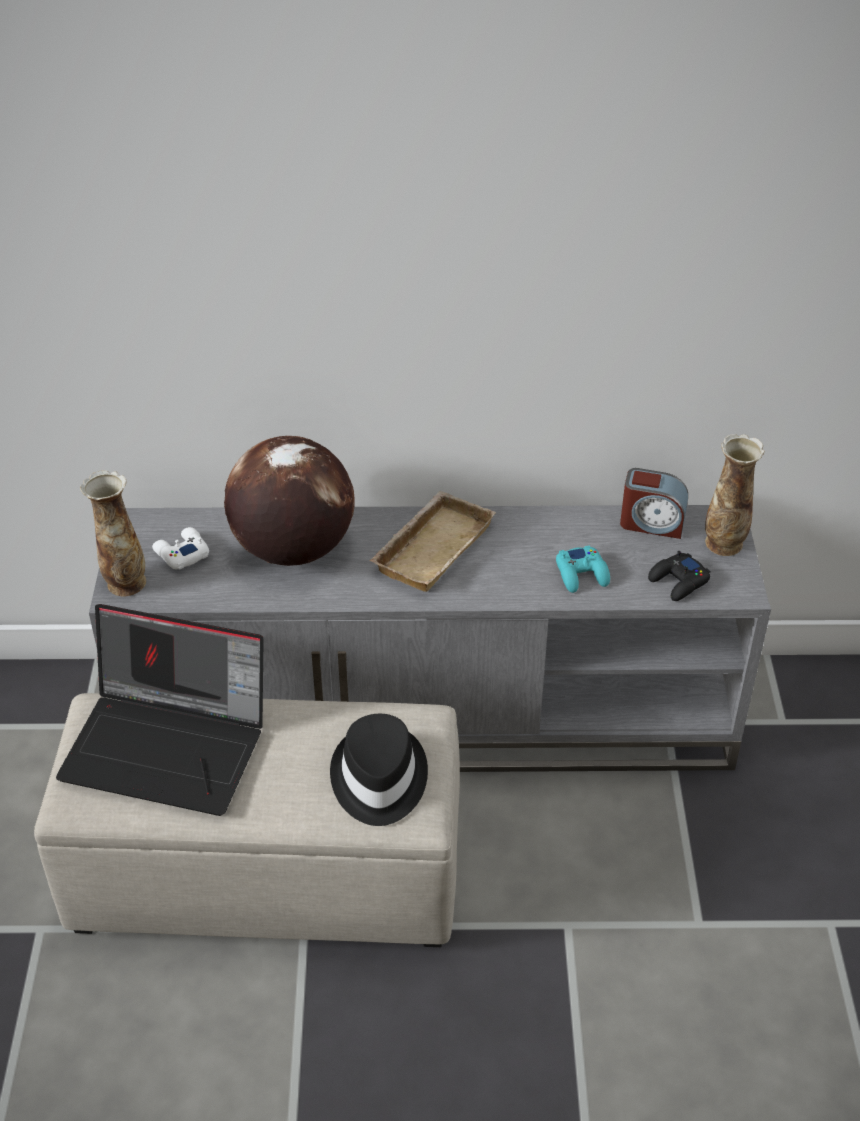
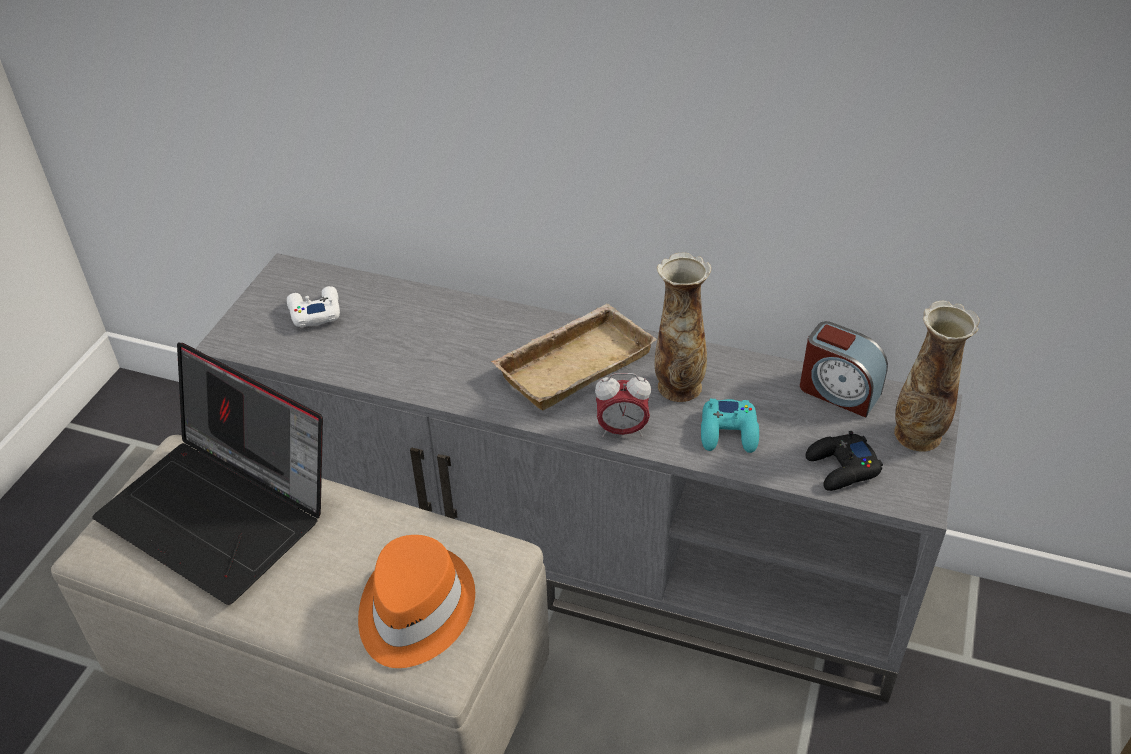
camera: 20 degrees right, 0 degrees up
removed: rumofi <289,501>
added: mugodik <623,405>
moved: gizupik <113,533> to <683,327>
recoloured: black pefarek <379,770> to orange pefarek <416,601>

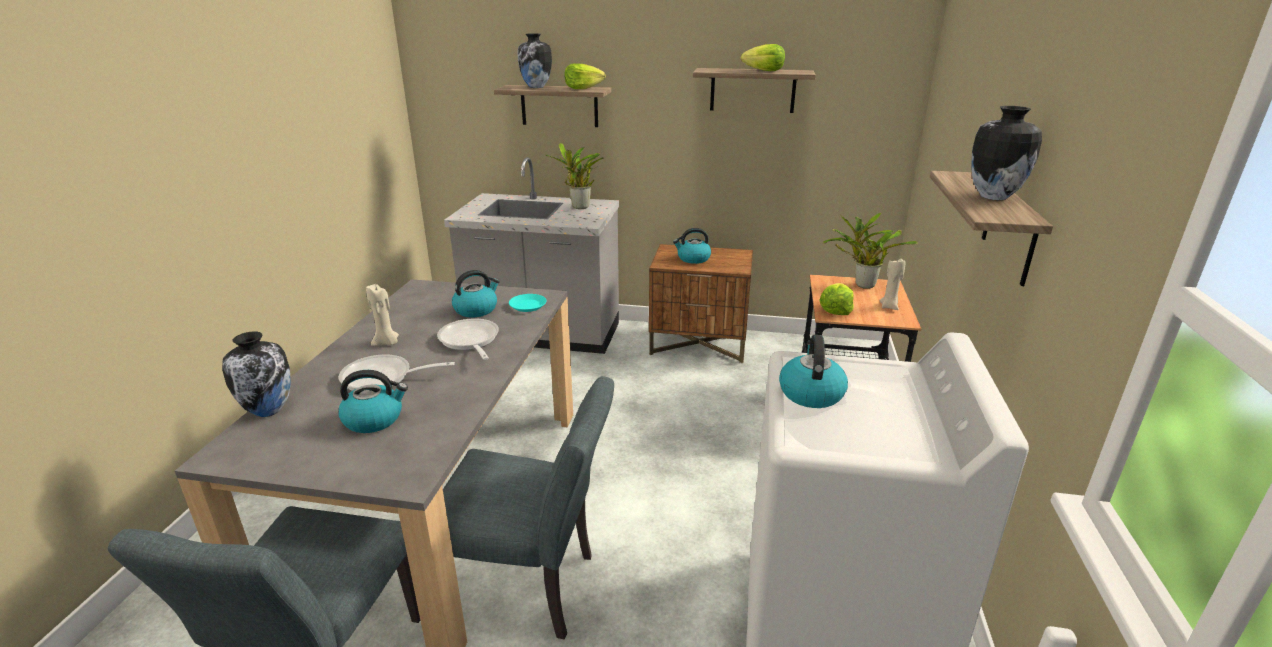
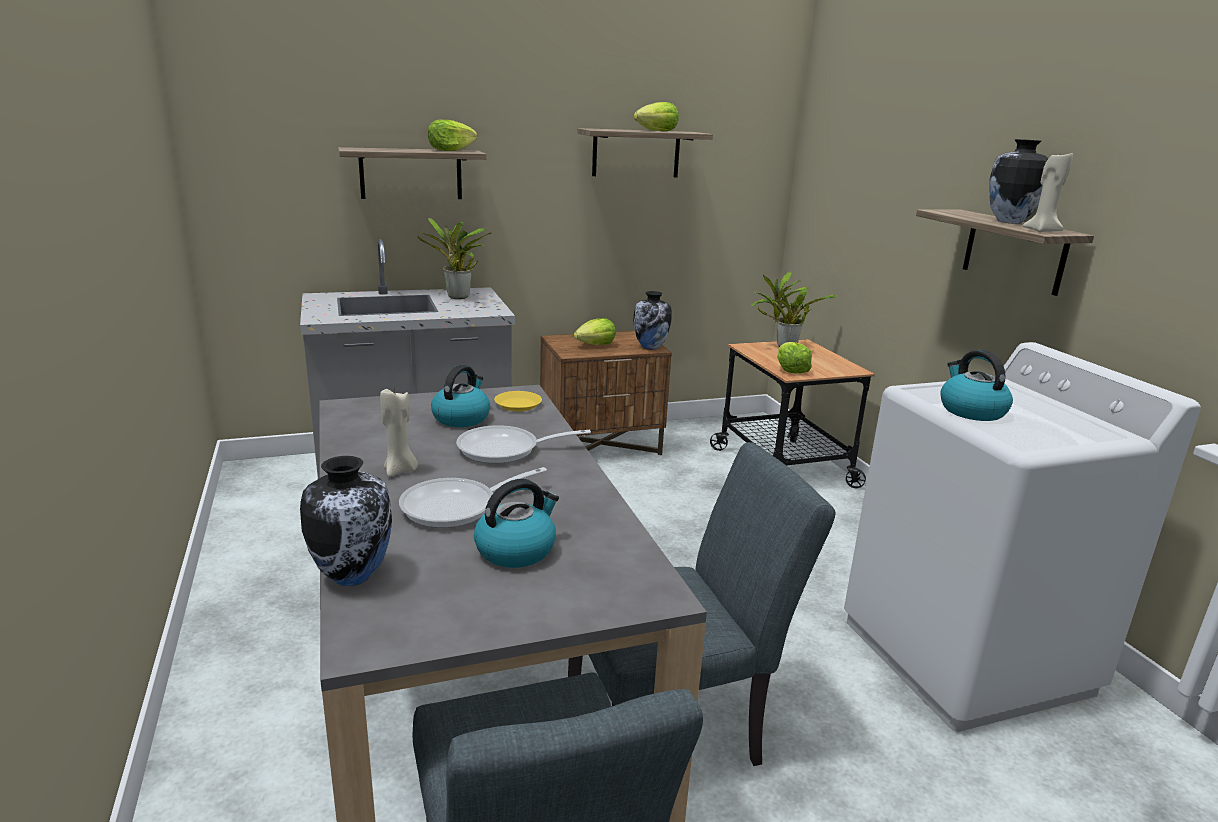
camera: 30 degrees left, 5 degrees down
moved: gizupik <534,60> to <652,320>; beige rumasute <892,284> to <1047,191>
replaced: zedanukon <692,246> to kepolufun <595,331>
recoloured: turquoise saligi <528,303> to yellow saligi <518,401>
turned: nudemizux <468,339> = <523,444> 45 degrees counterclockwise

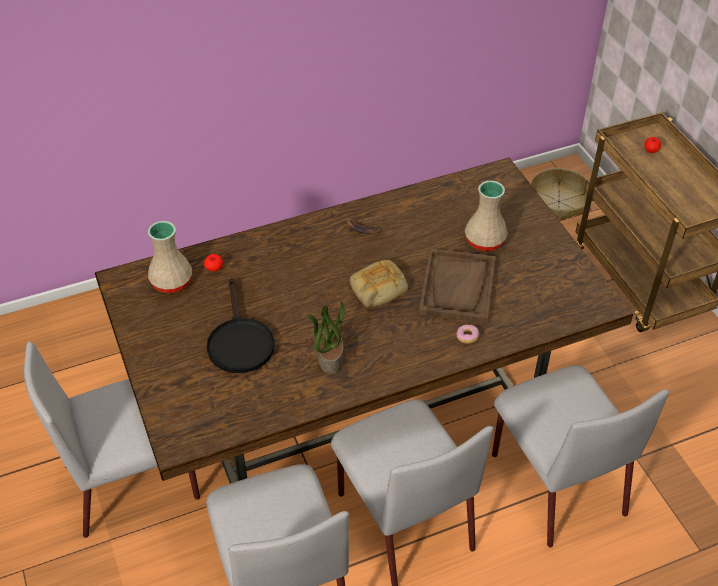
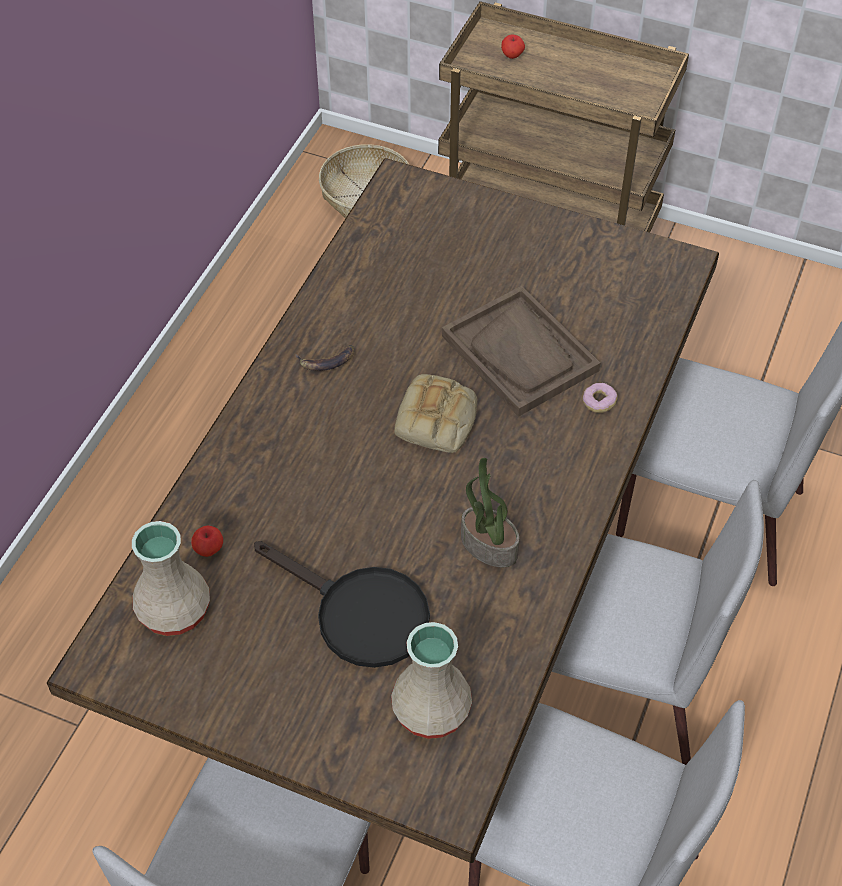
camera: 45 degrees left, 5 degrees up
moved: beige gizupik <486,216> to <431,680>

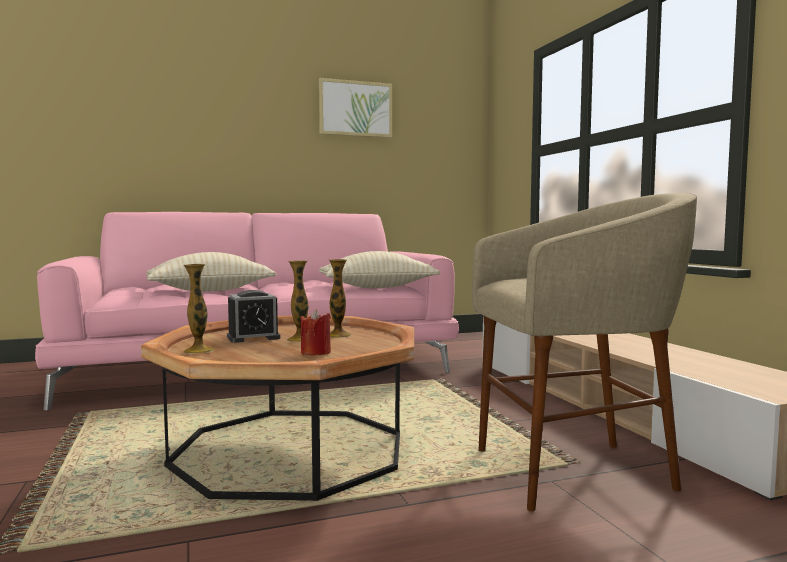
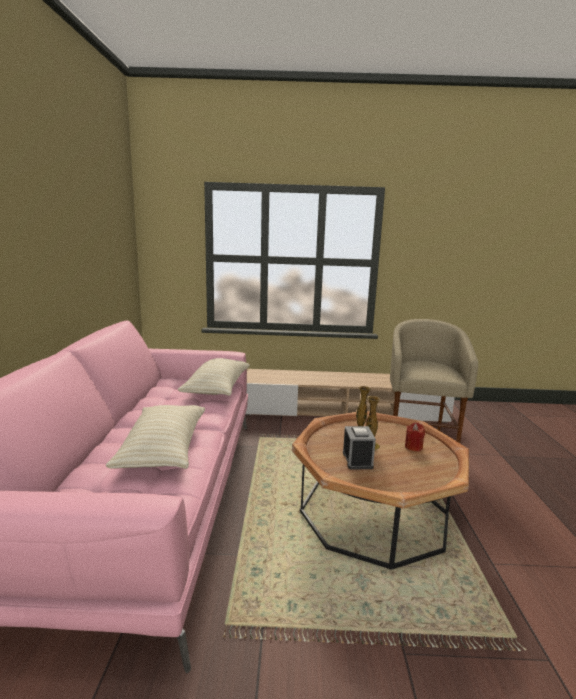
camera: 70 degrees left, 10 degrees up
removed: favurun <355,108>; gizupik <199,309>

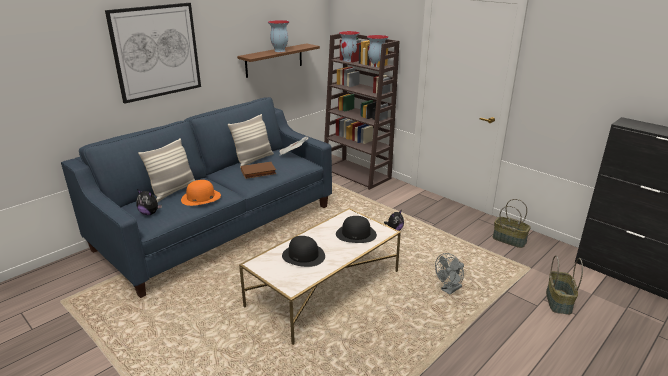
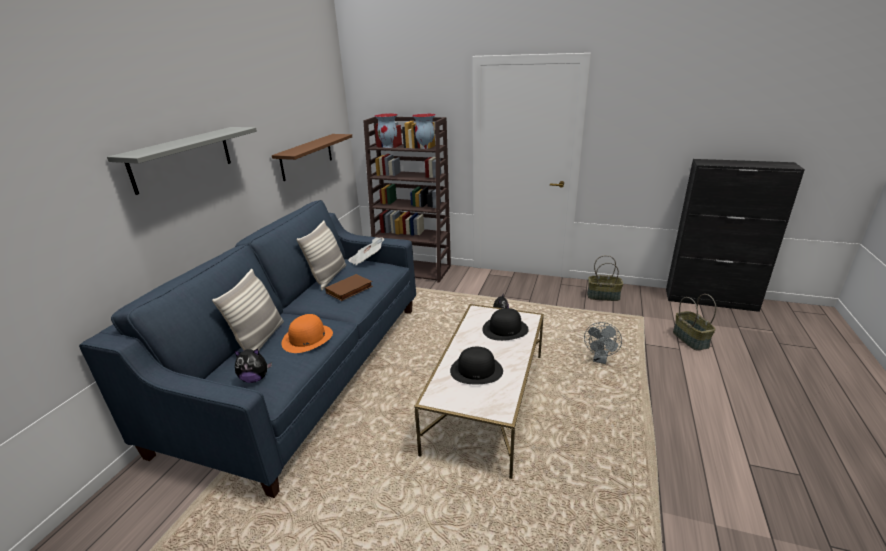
camera: 25 degrees left, 0 degrees up
removed: gizupik <278,36>
replaced: favurun <153,53> to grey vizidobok <182,161>

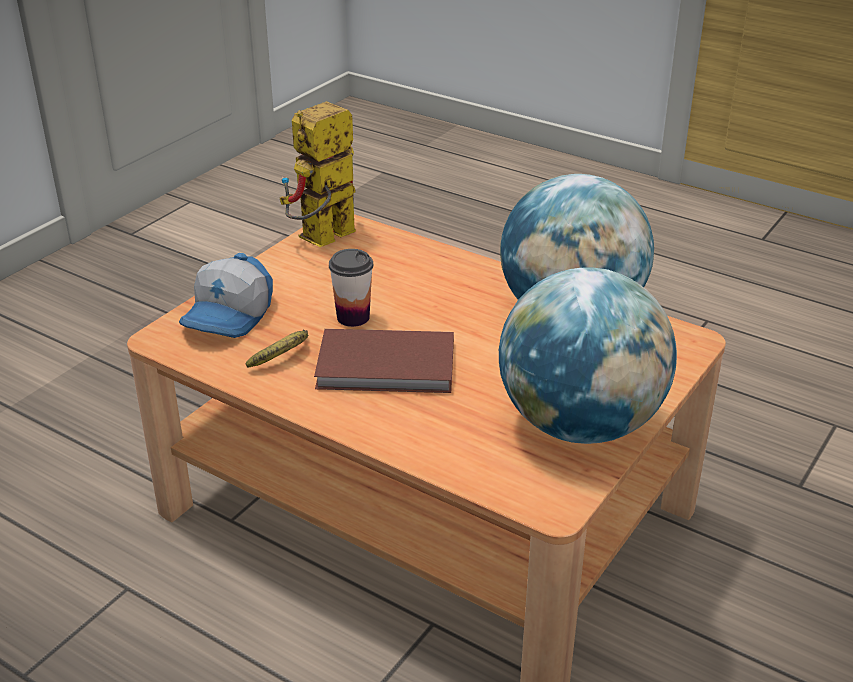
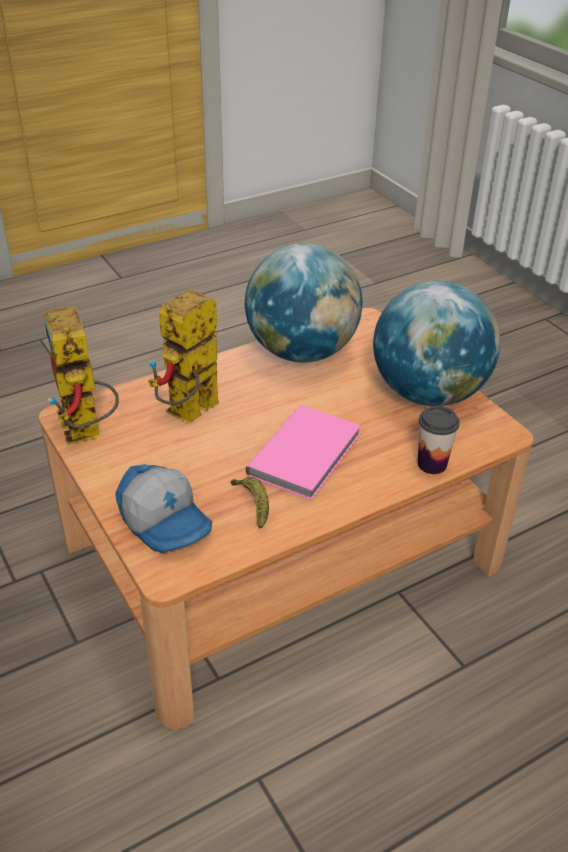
camera: 65 degrees left, 5 degrees up
added: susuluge <183,356>
moved: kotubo <351,288> to <439,440>
recoloured: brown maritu <384,361> to pink maritu <303,452>

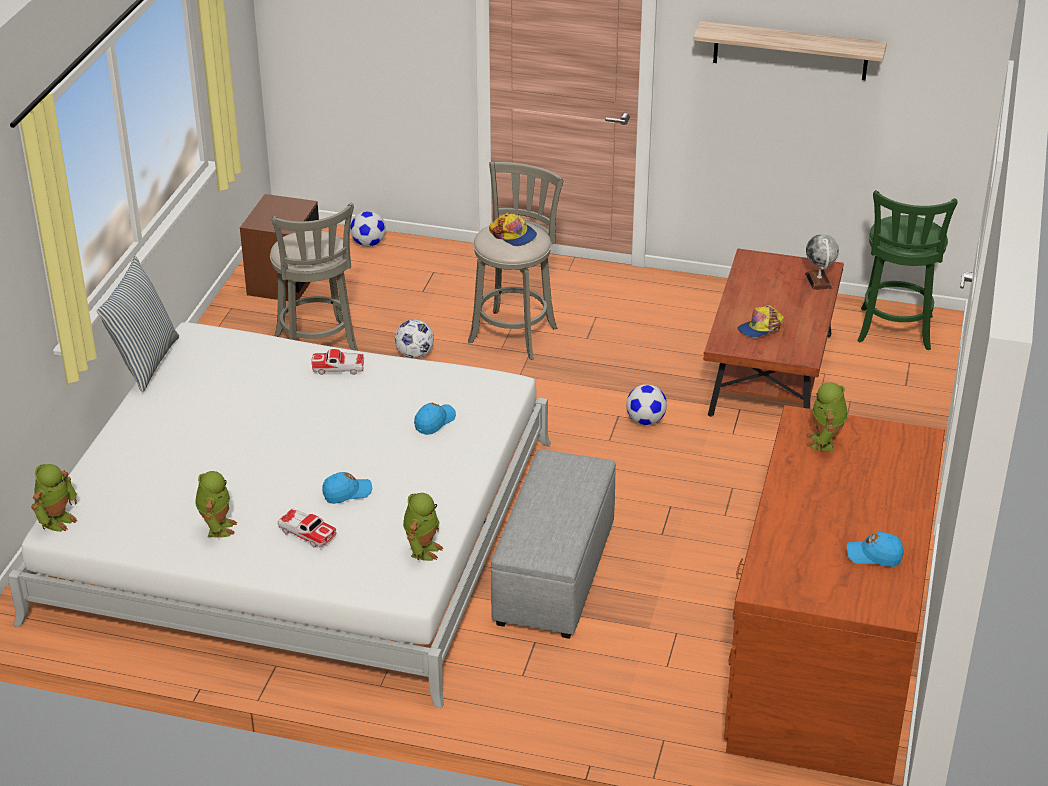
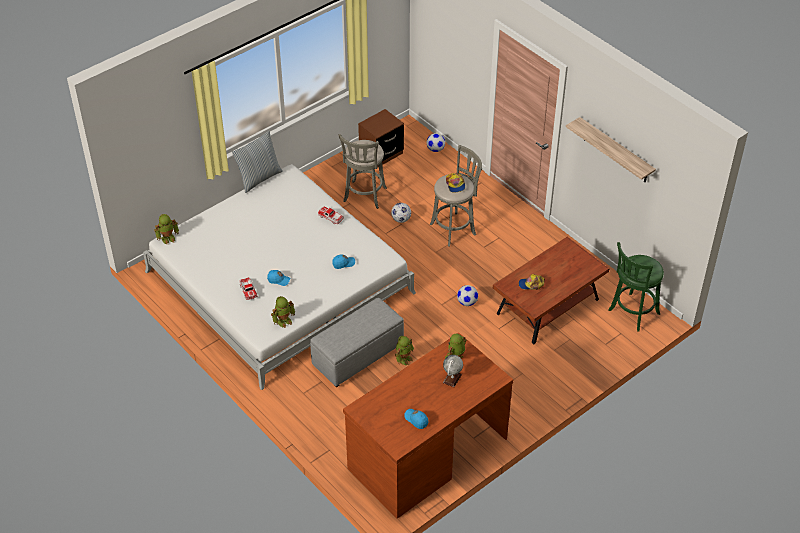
camera: 35 degrees right, 10 degrees up
moved: rumofi <822,262> to <453,371>; susuluge <216,504> to <404,350>

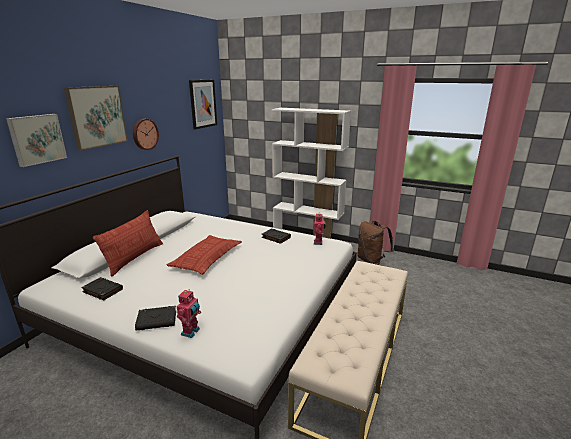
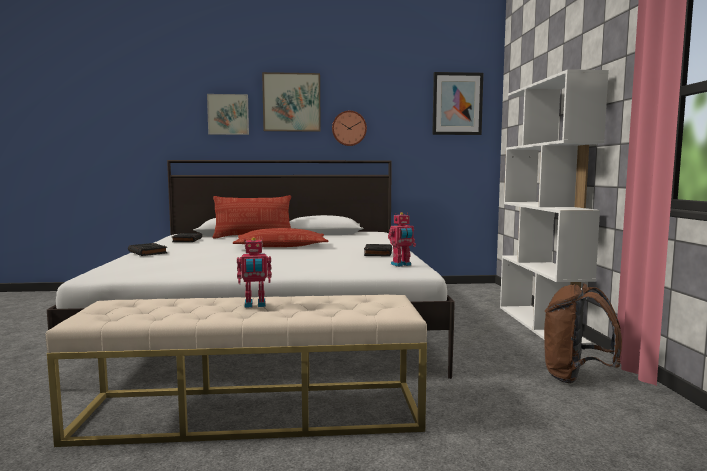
camera: 60 degrees right, 15 degrees down
moved: susuluge <189,314> to <254,272>

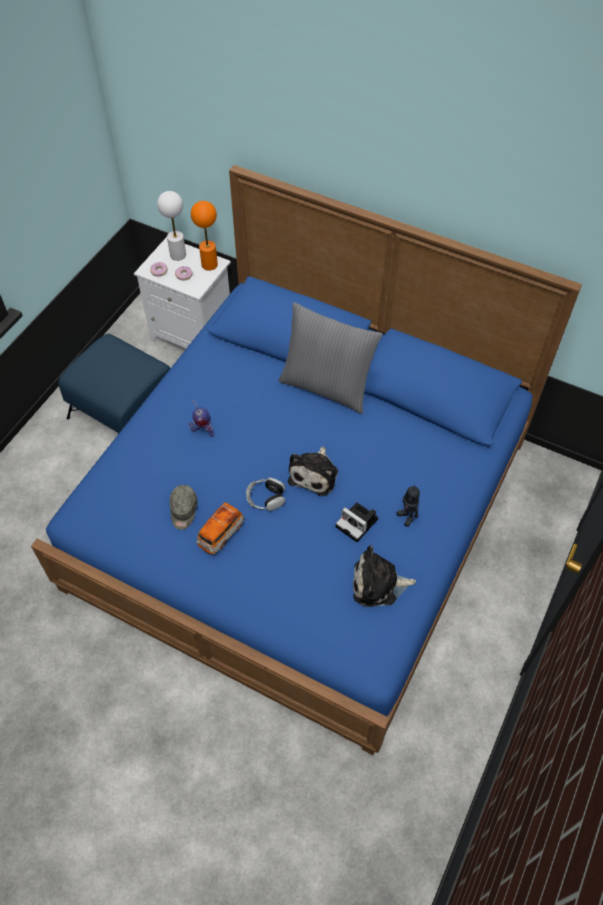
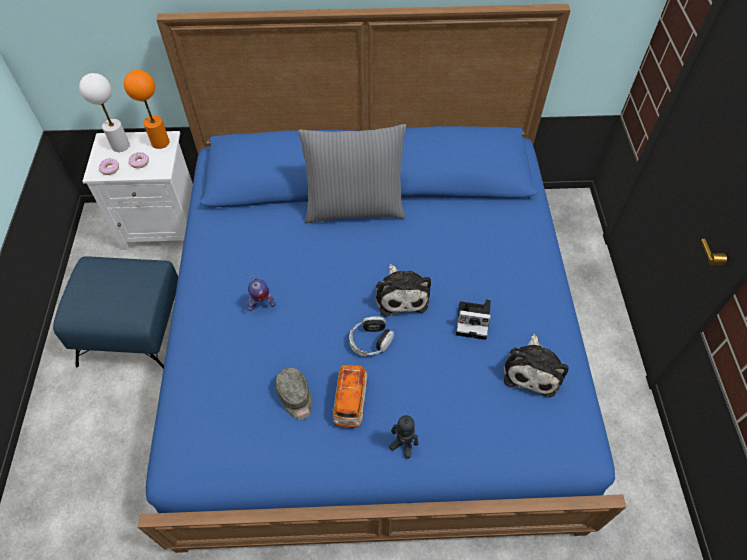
camera: 30 degrees left, 0 degrees up
moved: susuluge <408,506> to <403,436>
turned: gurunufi <384,576> = <536,366> 45 degrees counterclockwise

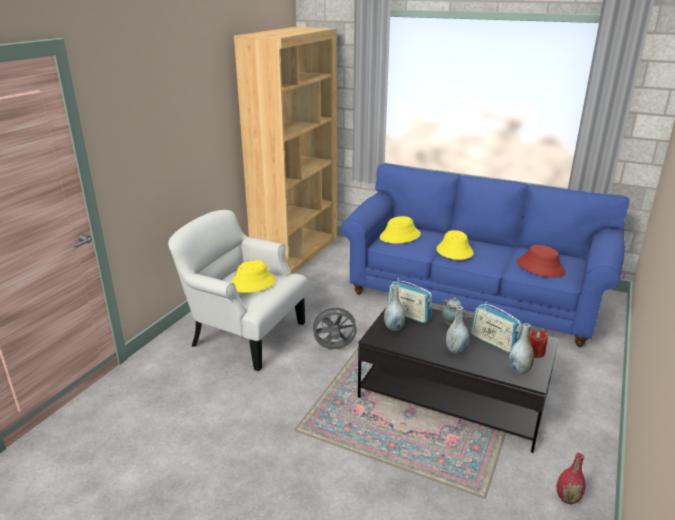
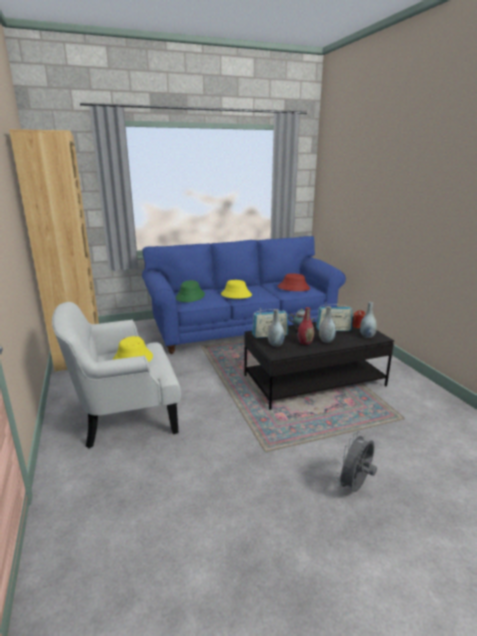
camera: 45 degrees left, 5 degrees down
moved: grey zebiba <334,326> to <356,461>; red gizupik <570,478> to <305,326>
recoloured: yellow pefarek <400,229> to green pefarek <190,291>

